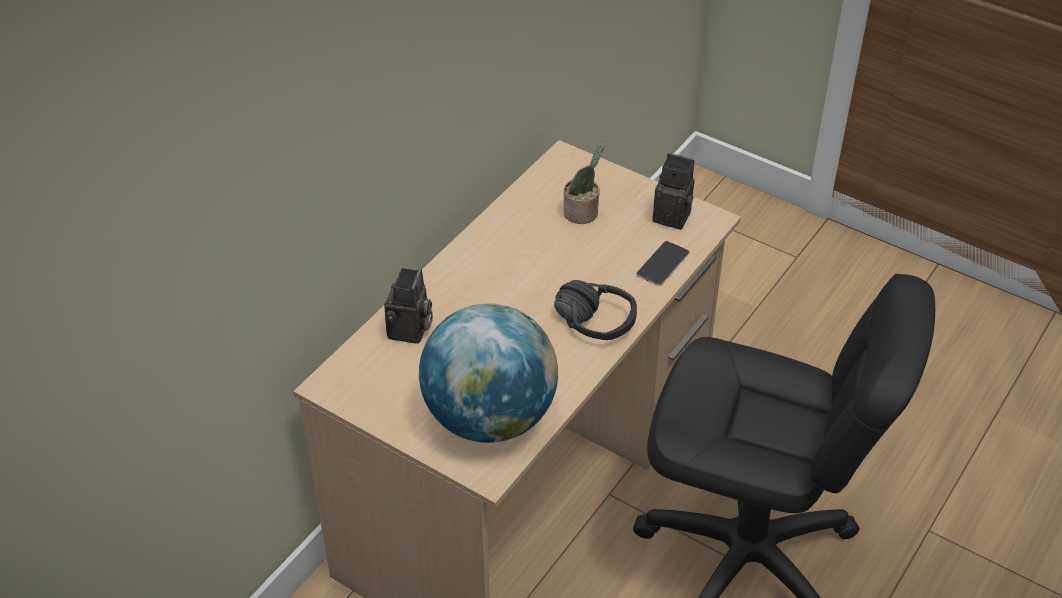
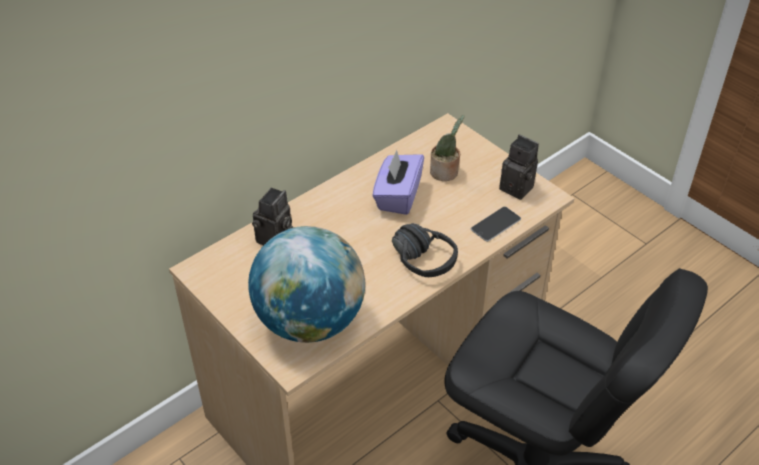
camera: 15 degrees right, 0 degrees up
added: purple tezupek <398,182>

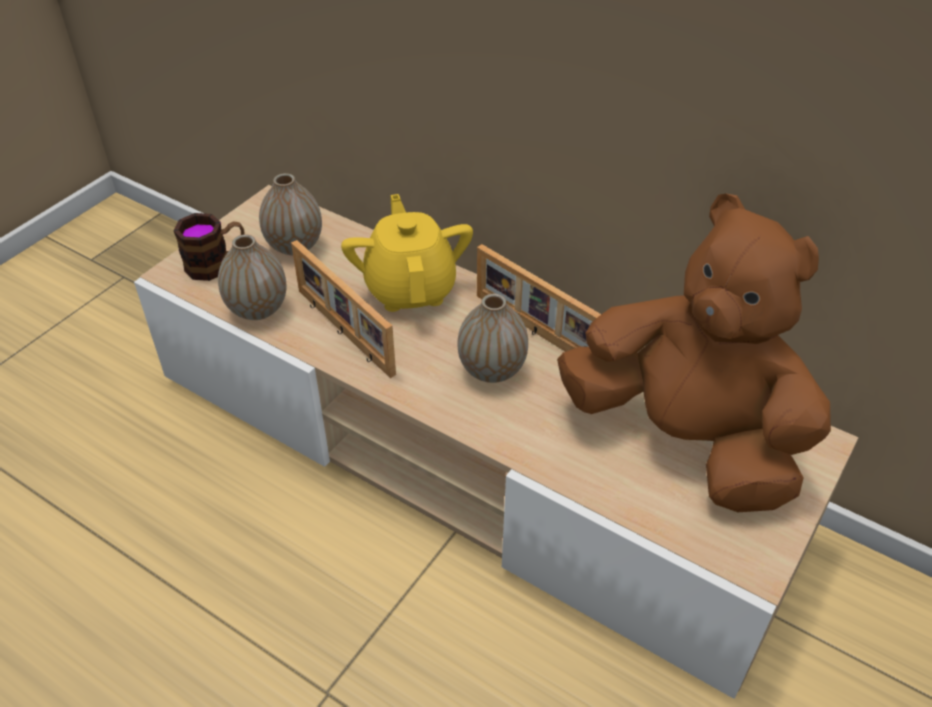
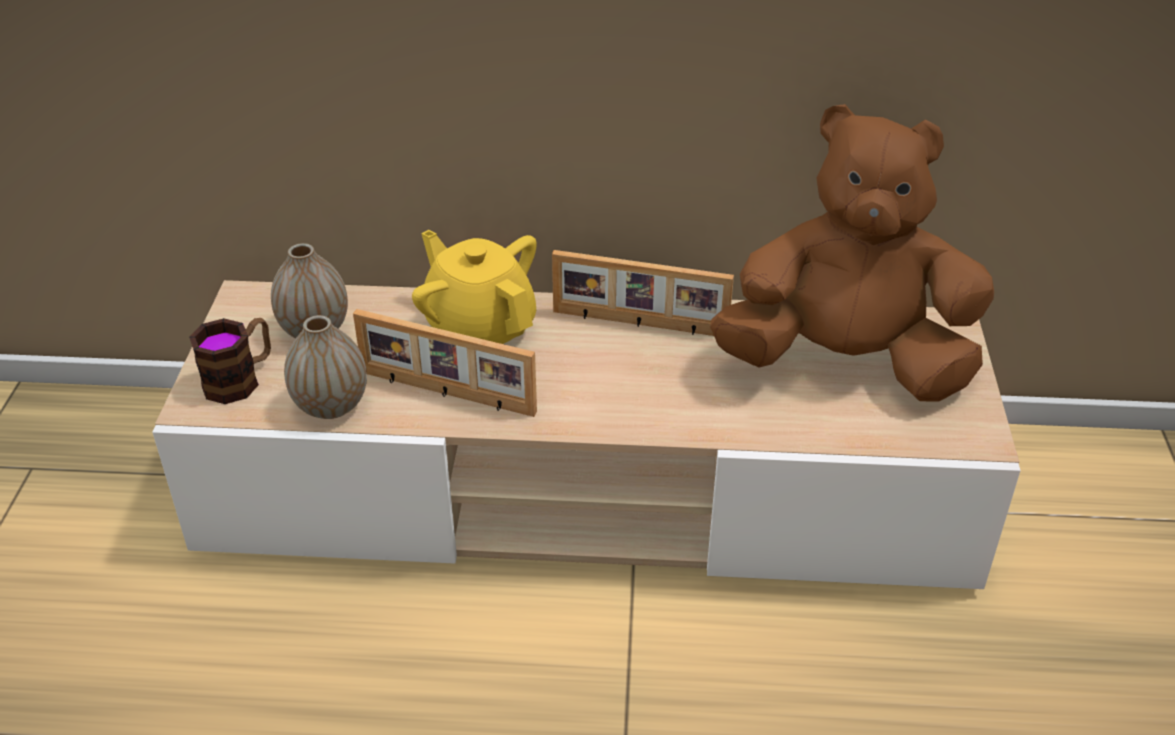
camera: 30 degrees left, 5 degrees down
removed: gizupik <492,338>

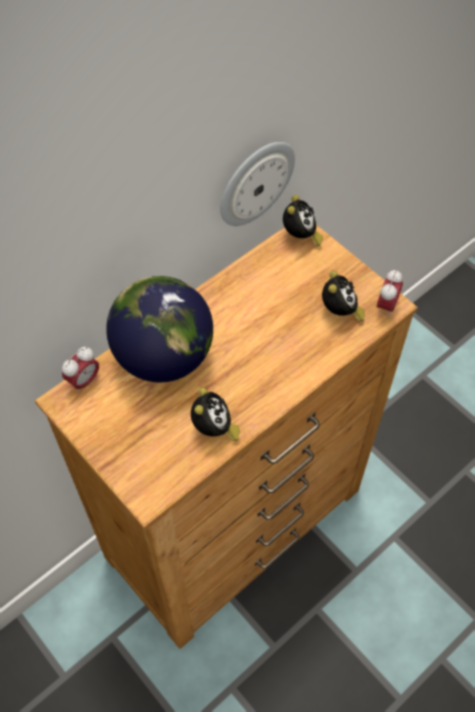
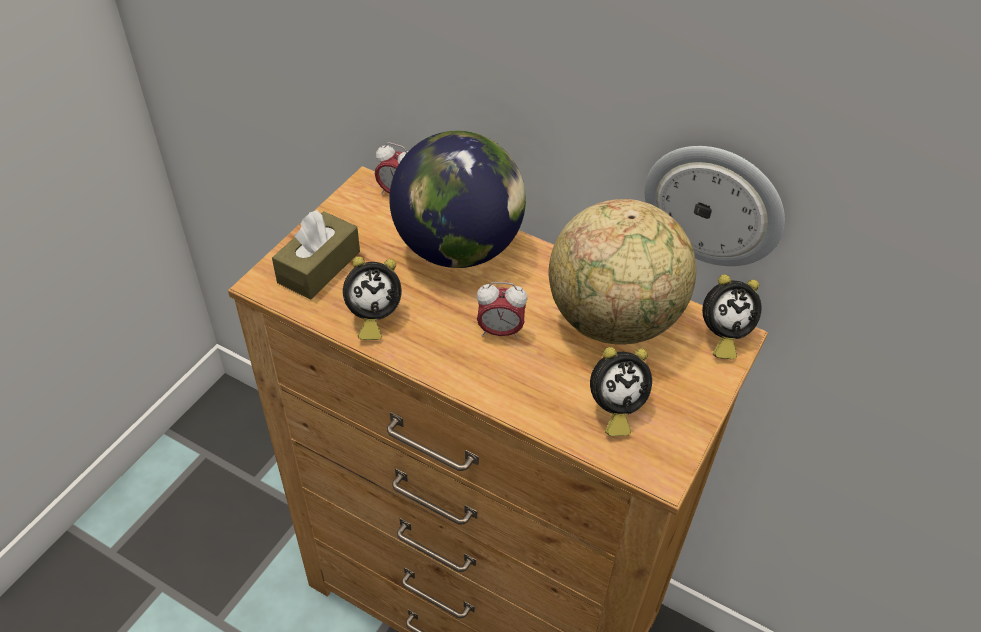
camera: 70 degrees right, 10 degrees down
added: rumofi <622,272>; brown tezupek <316,255>
moved: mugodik <390,293> to <502,310>

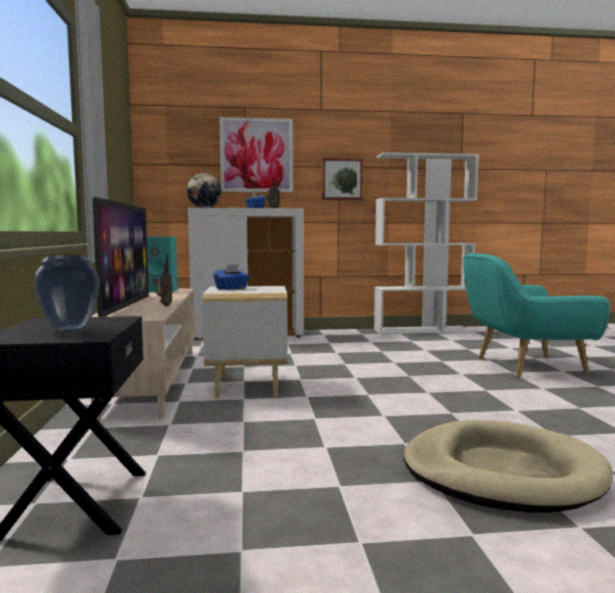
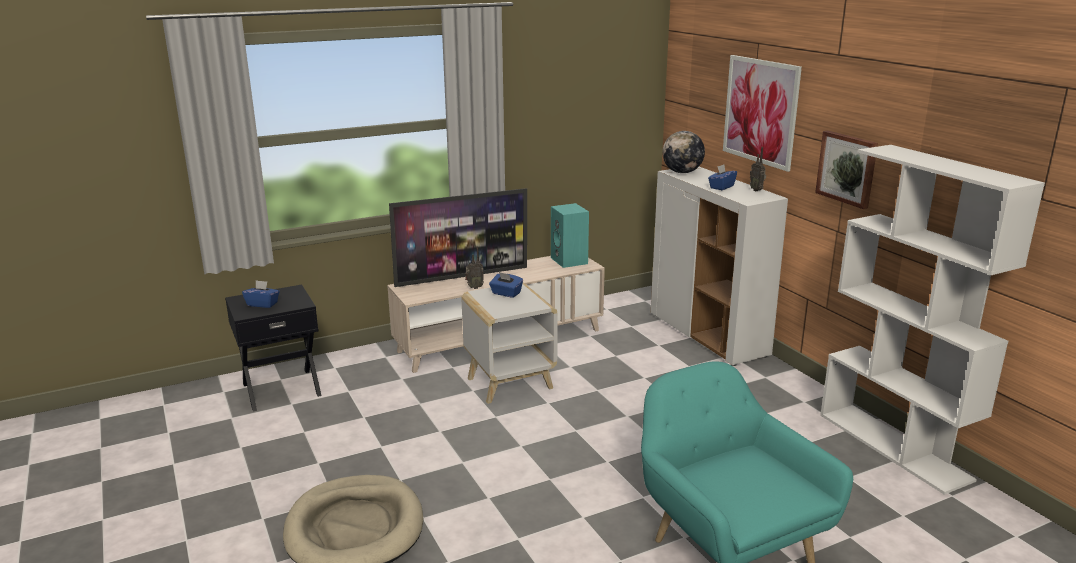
camera: 70 degrees right, 15 degrees up
replaced: gizupik <66,293> to blue tezupek <261,294>

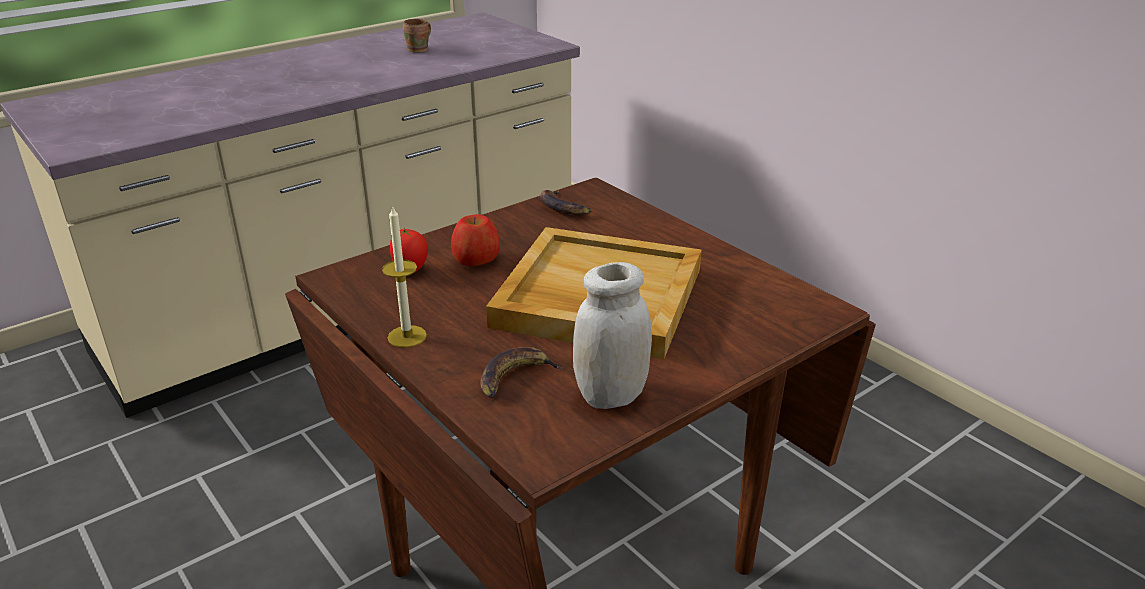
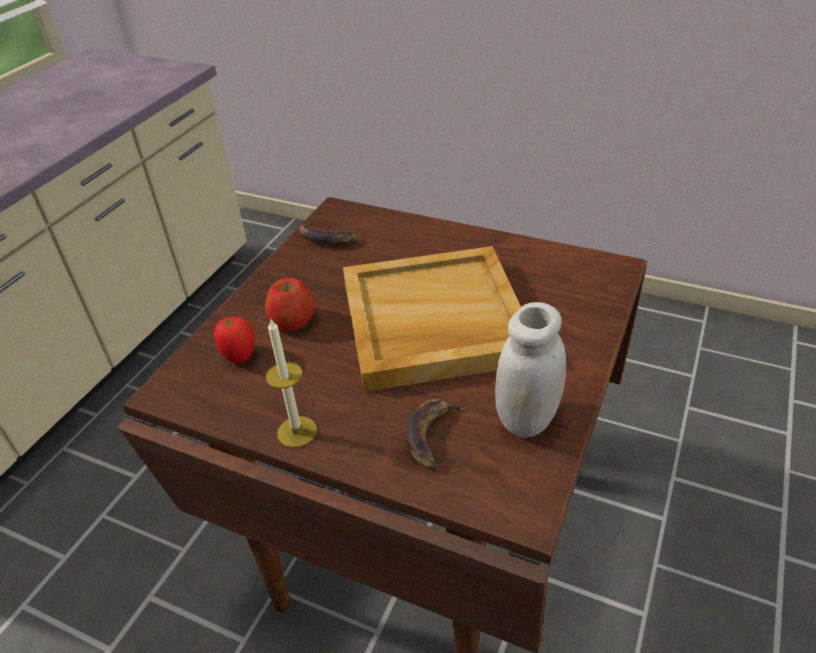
camera: 25 degrees left, 10 degrees up
removed: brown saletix <417,35>

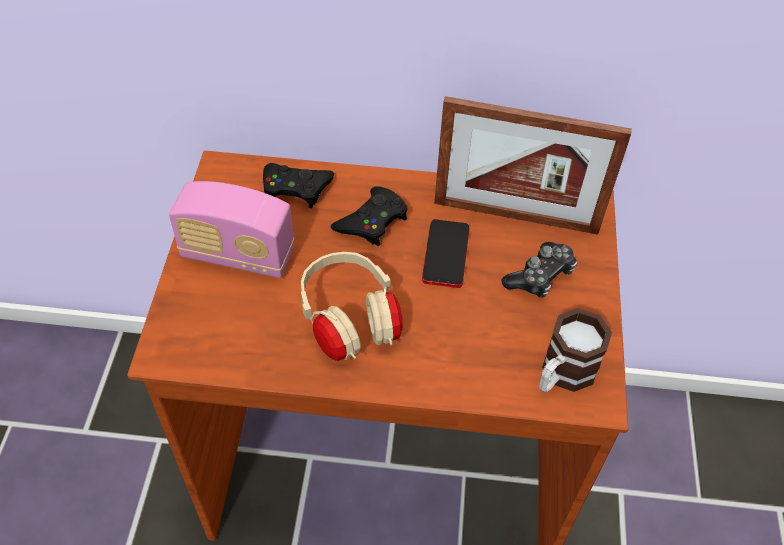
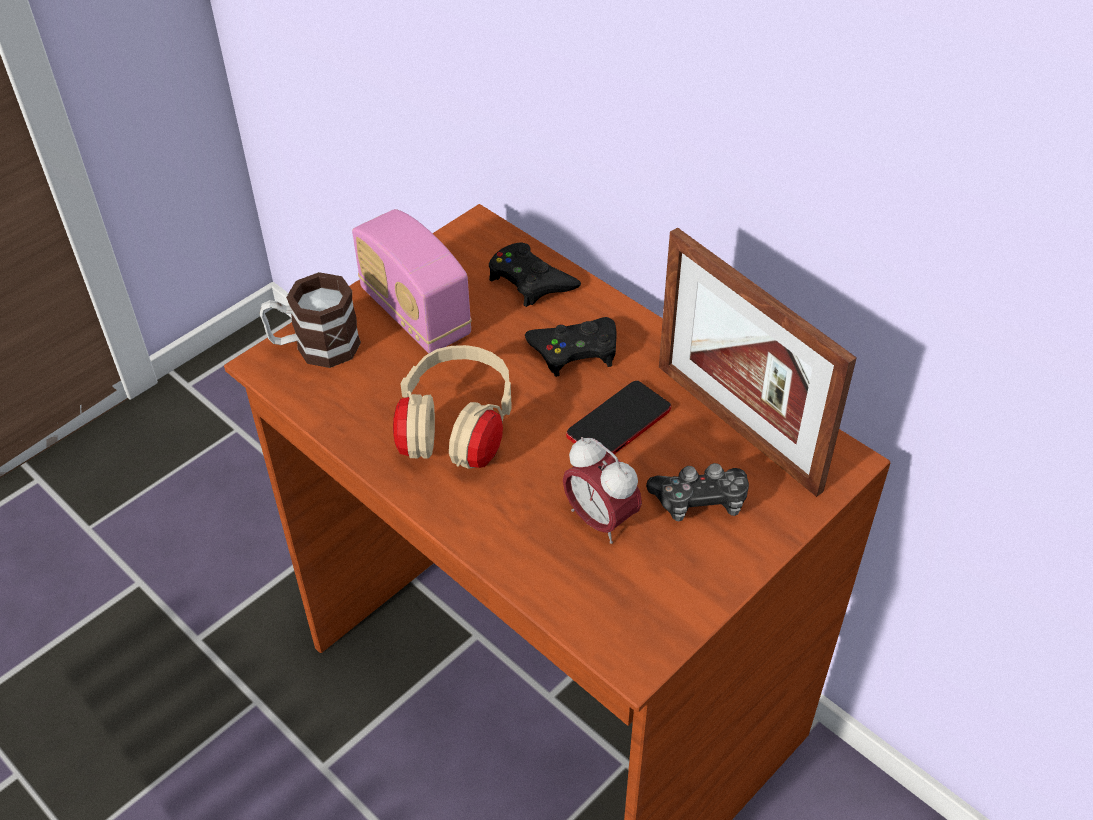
camera: 40 degrees right, 5 degrees down
added: mugodik <602,490>
moved: saletix <575,350> to <310,320>

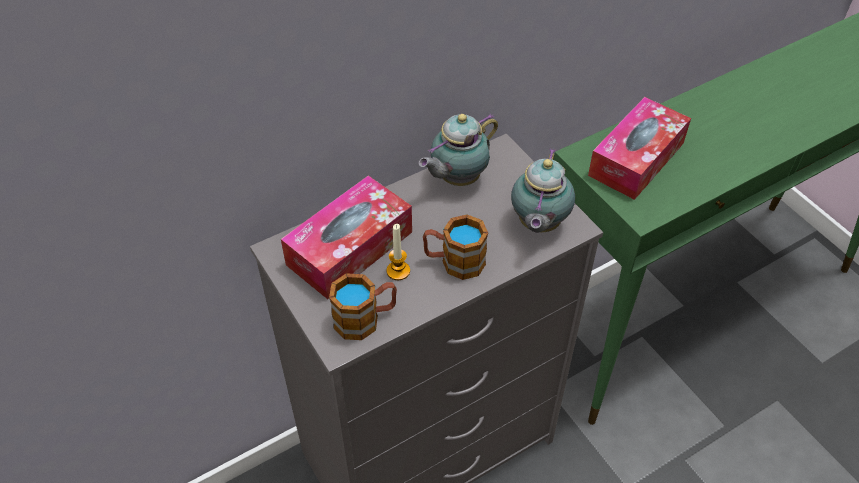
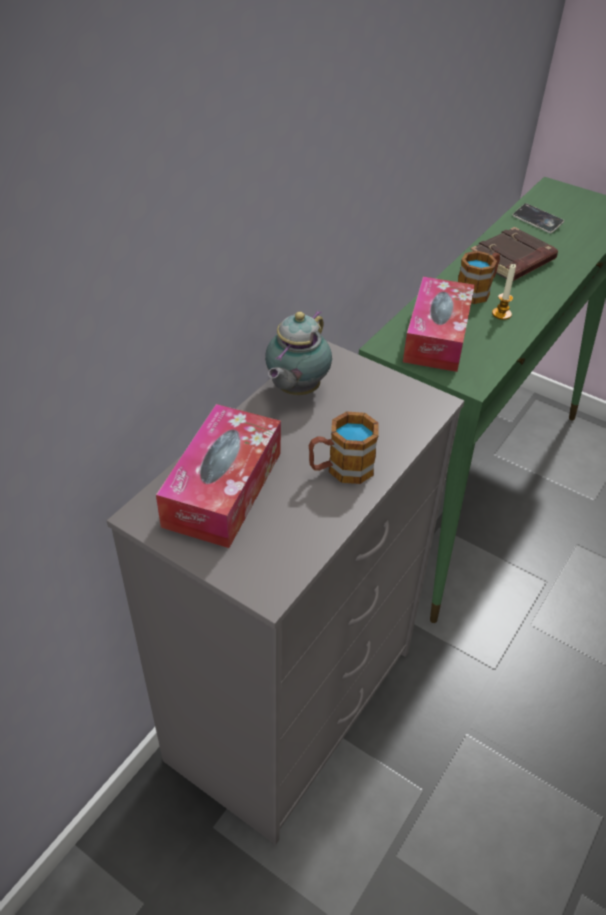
camera: 25 degrees left, 5 degrees down
removed: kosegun <543,190>
added: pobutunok <538,218>; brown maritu <514,254>
moved: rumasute <398,252> to <504,292>; saletix <363,306> to <479,277>

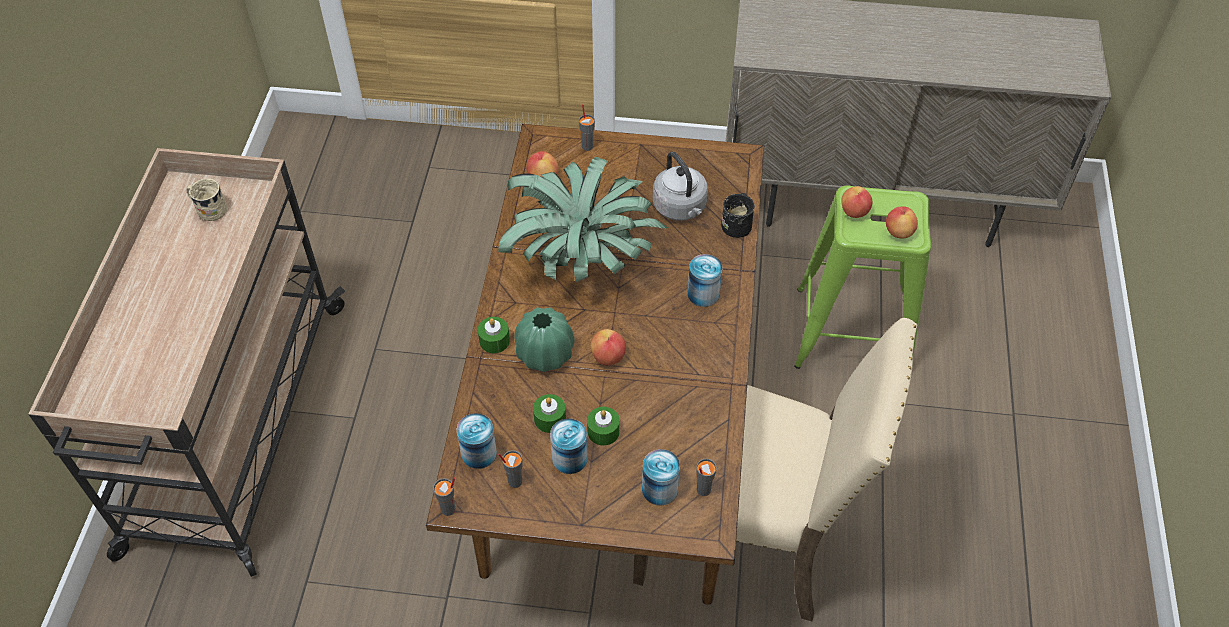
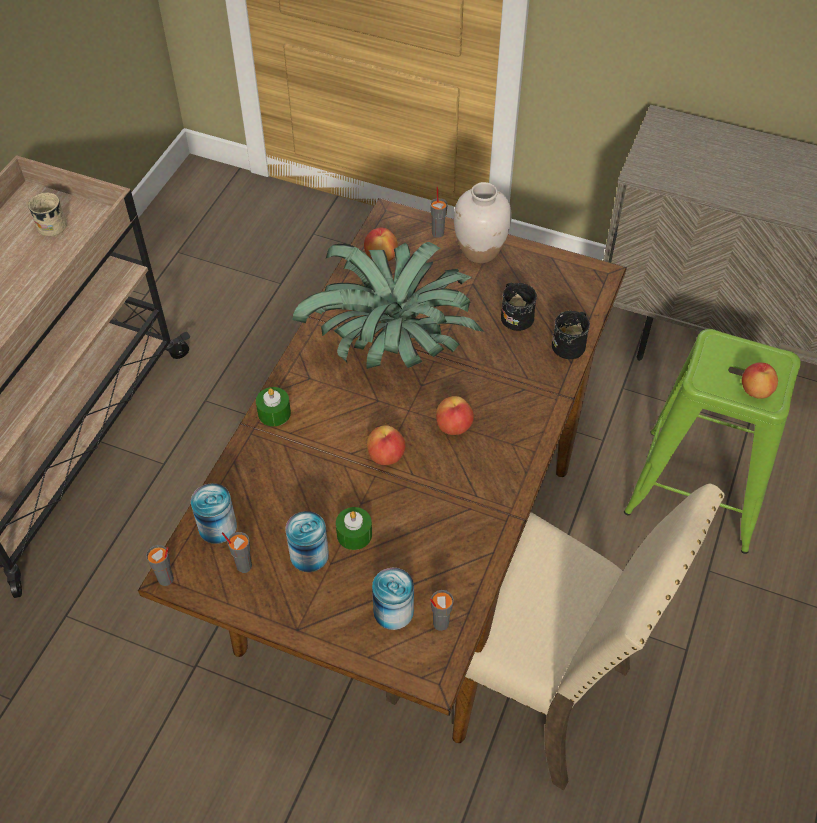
camera: 15 degrees right, 0 degrees up
removed: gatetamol <704,280>; green gizupik <544,339>; green rumasute <549,413>
added: white gizupik <483,222>
moved: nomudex <857,202> to <455,415>
replaced: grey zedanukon <680,186> to black saletix <519,307>

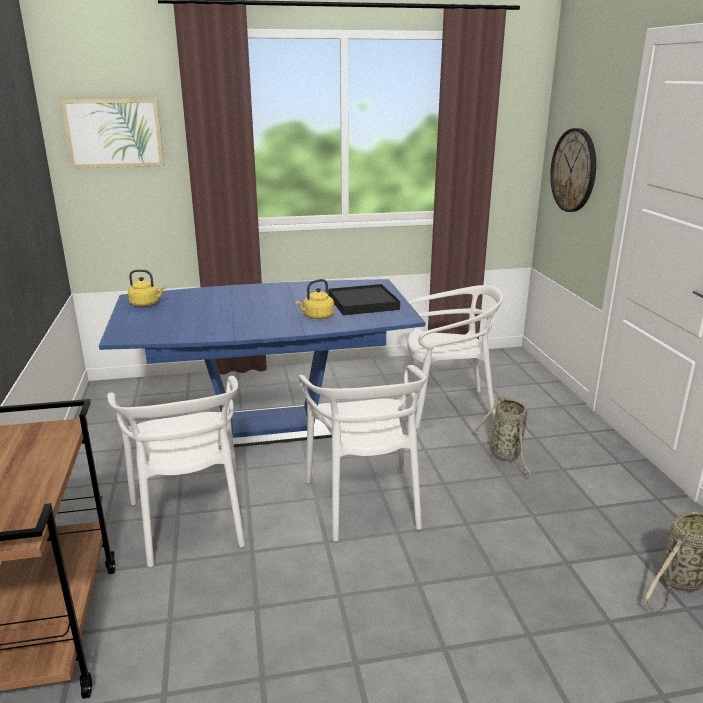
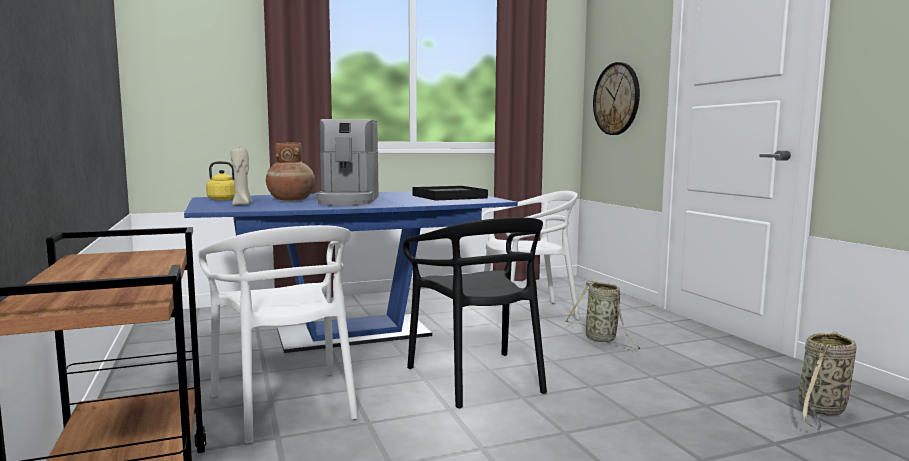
camera: 10 degrees left, 15 degrees down
removed: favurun <112,133>; yellow zedanukon <314,299>
added: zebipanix <347,162>; brown gizupik <290,171>; beige rumasute <241,176>
recoloured: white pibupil <362,453> to black pibupil <475,312>

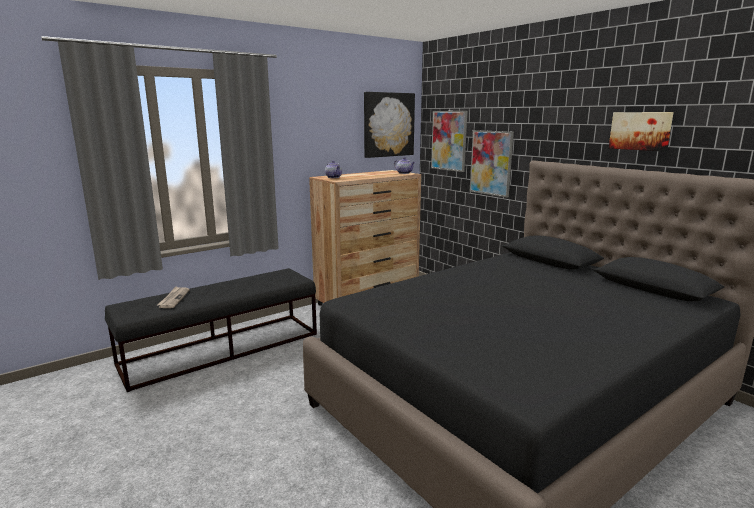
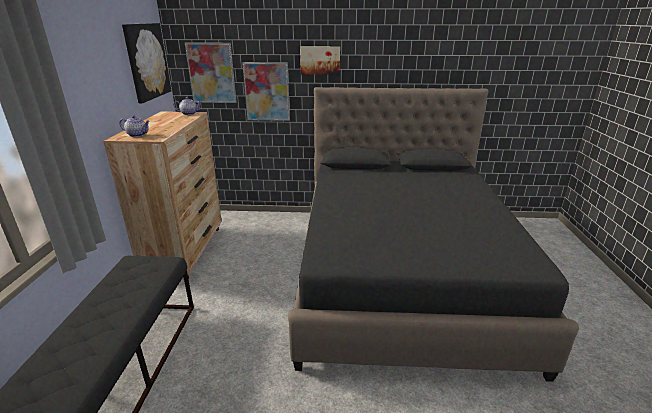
camera: 50 degrees left, 10 degrees up
removed: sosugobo <173,297>
moved: favurun <641,132> to <320,61>

